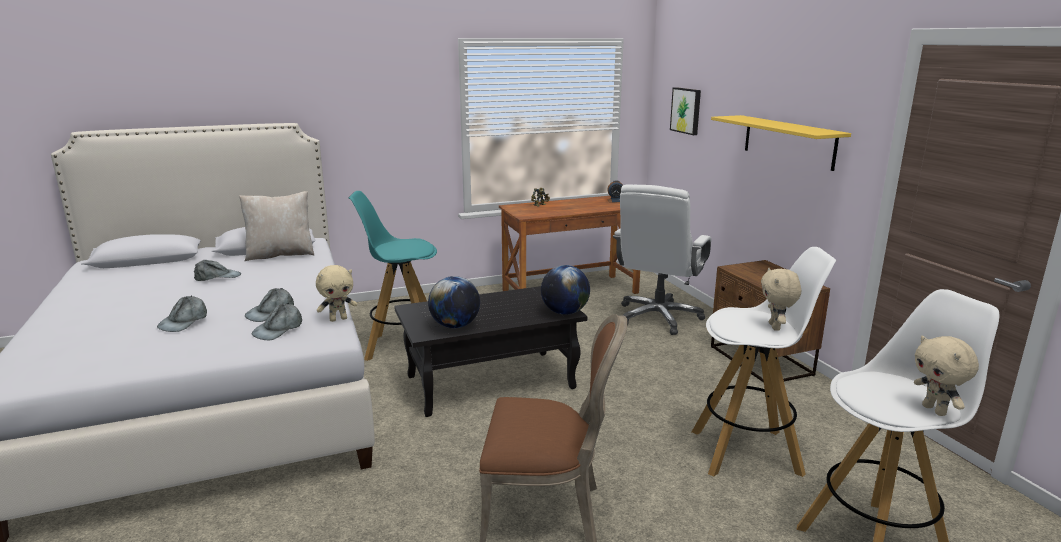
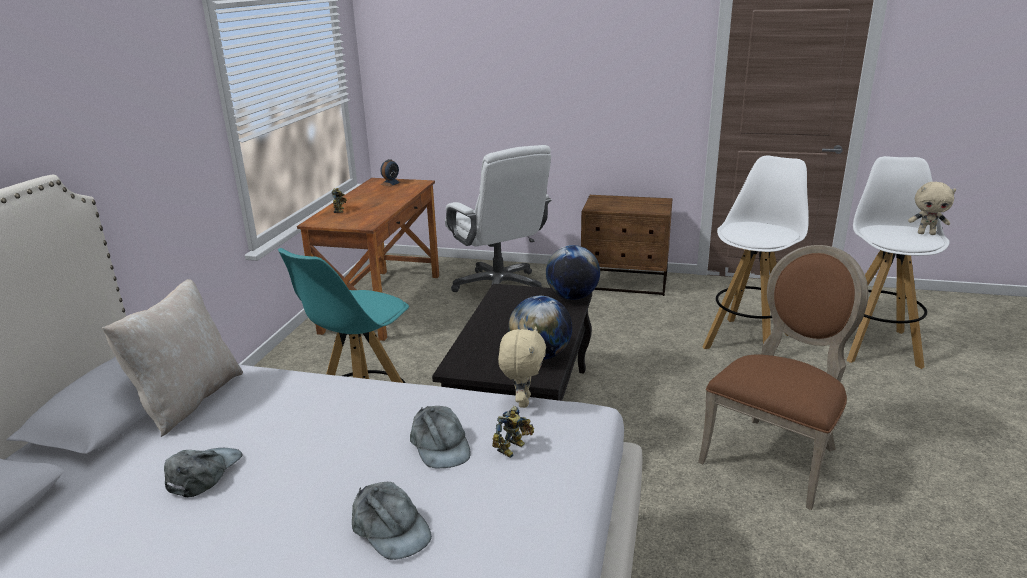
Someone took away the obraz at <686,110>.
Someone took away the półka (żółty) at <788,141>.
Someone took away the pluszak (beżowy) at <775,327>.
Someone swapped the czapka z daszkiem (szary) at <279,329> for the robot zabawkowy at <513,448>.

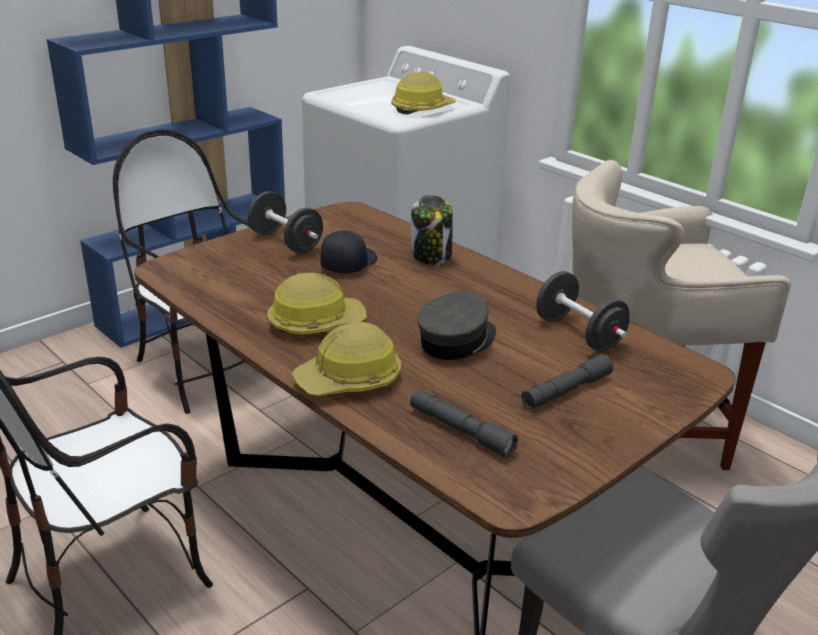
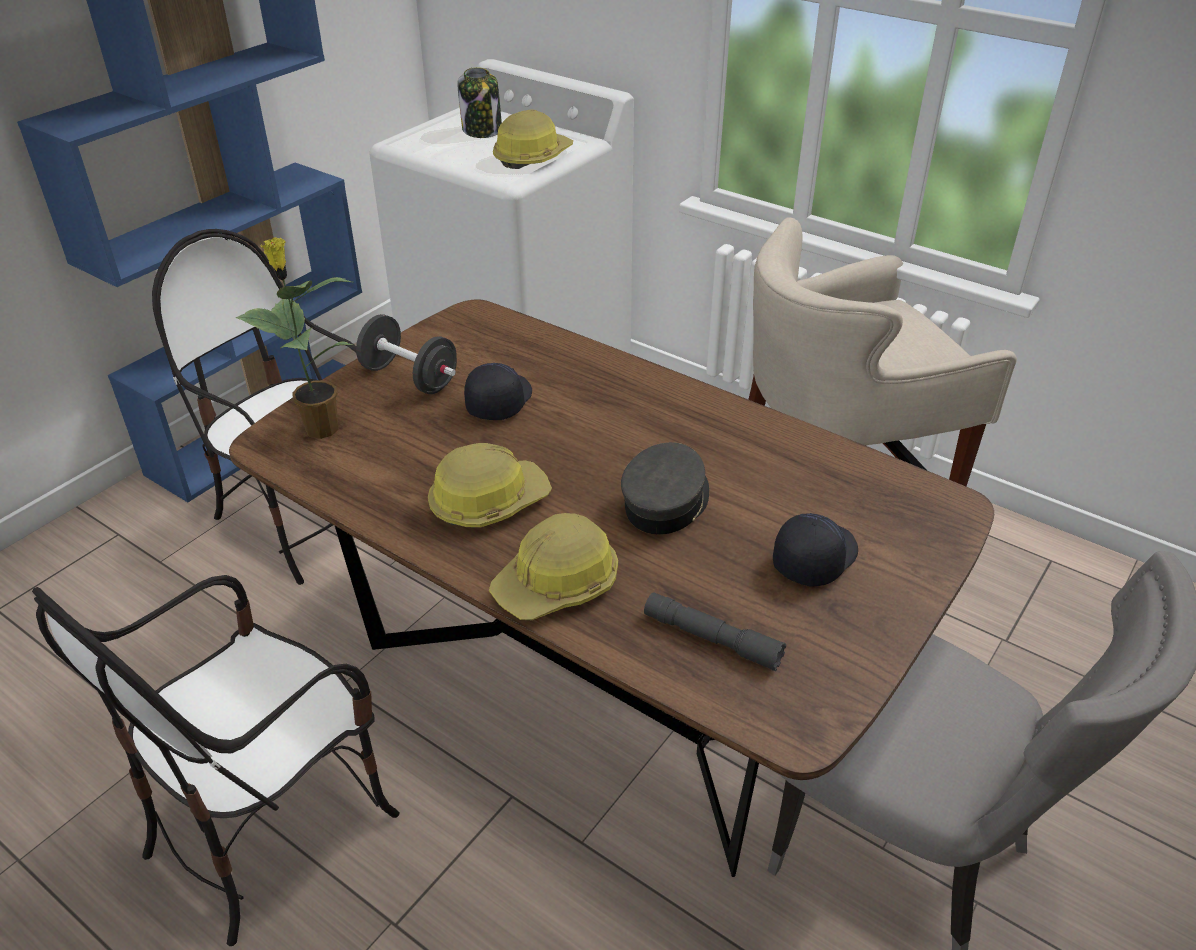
Someone carried the słoik from <431,255> to <482,130>.
Someone took away the hantel (czarny) at <578,333>.
Someone swapped the latarka (szary) at <566,390> for the czapka z daszkiem (czarny) at <813,558>.
Someone put down the roślina doniczkowa at <320,428>.

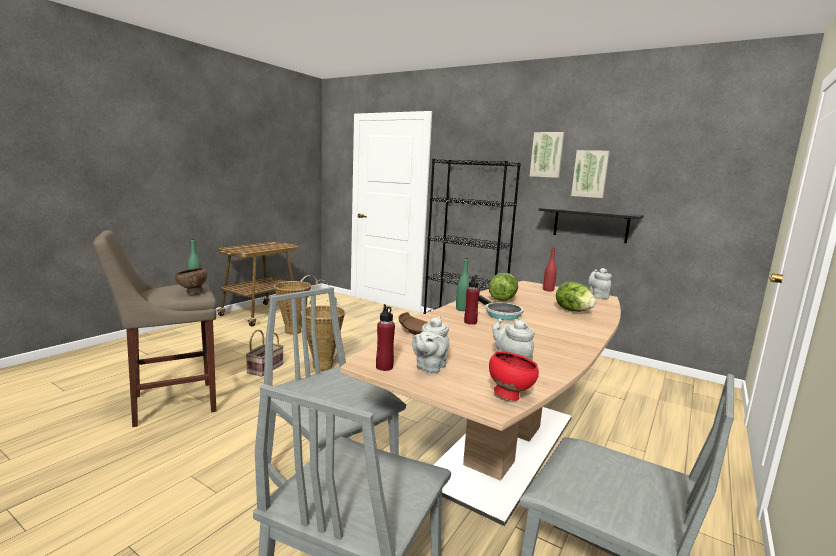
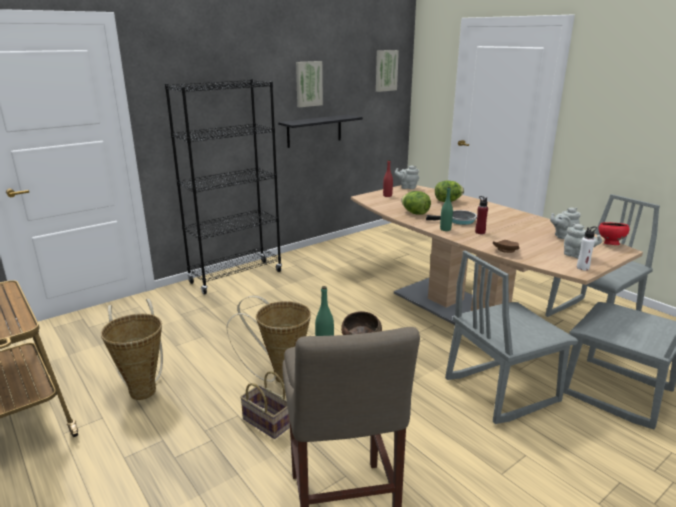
Someone carried the obraz from <547,155> to <385,70>.
Someone repainted the butelka (czerwony) at <384,367>, which became the butelka (biały) at <582,268>.

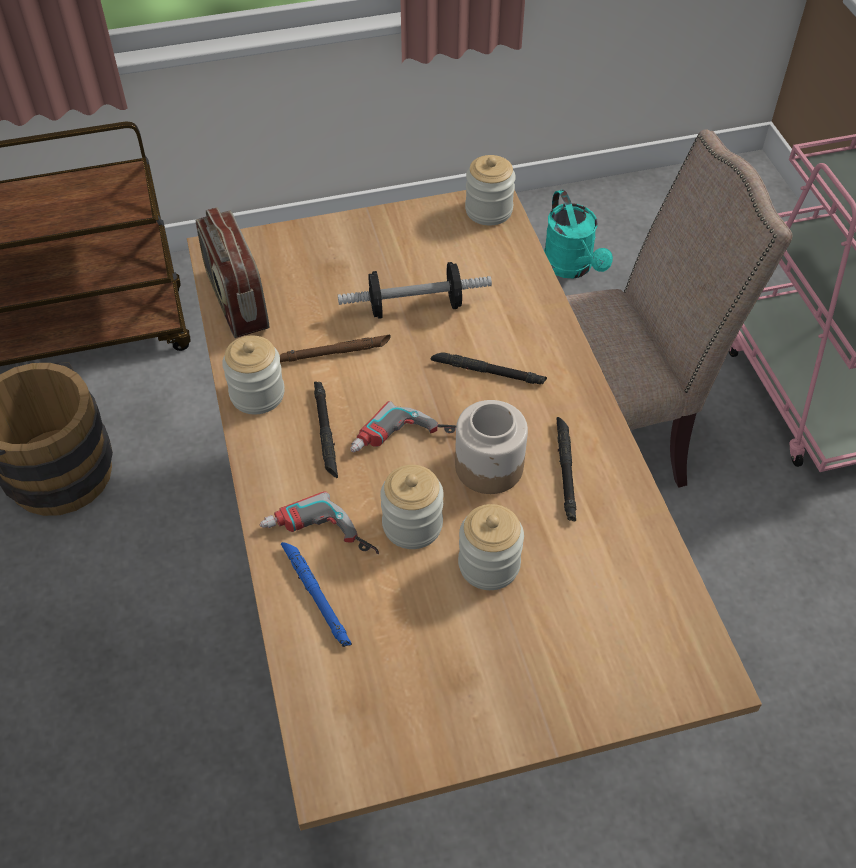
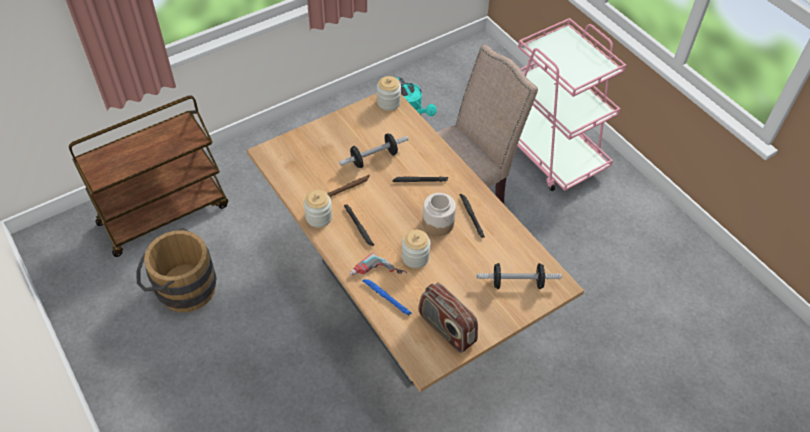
Someone carried the radio from <236,301> to <446,328>.
Someone took away the wiertarka at <406,443>.
Someone took away the słoik at <489,564>.
Someone put down the hantel at <517,283>.

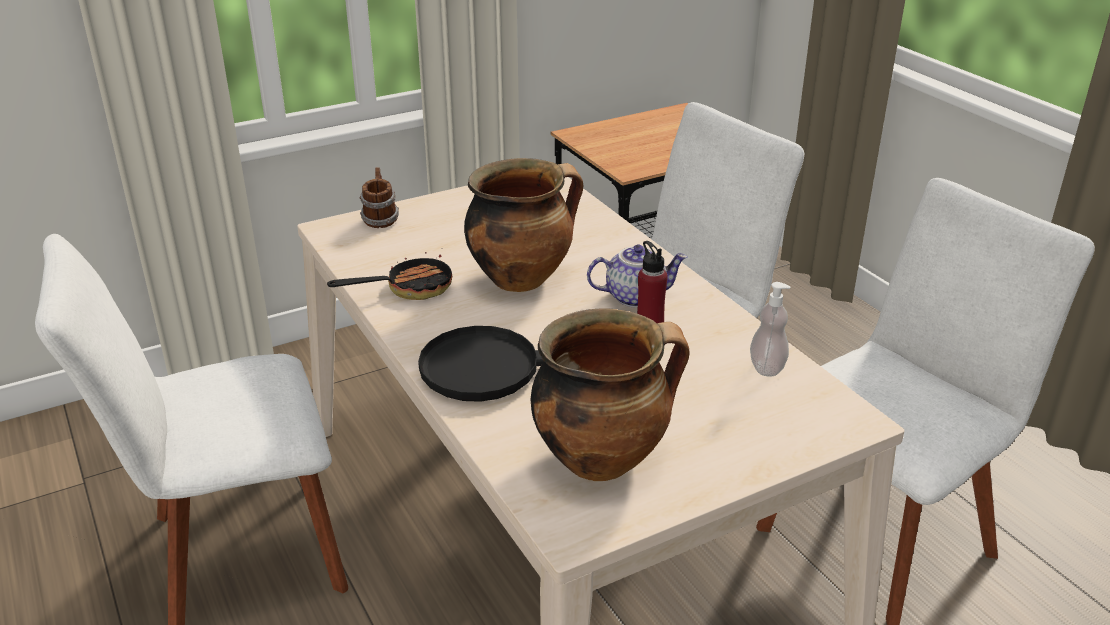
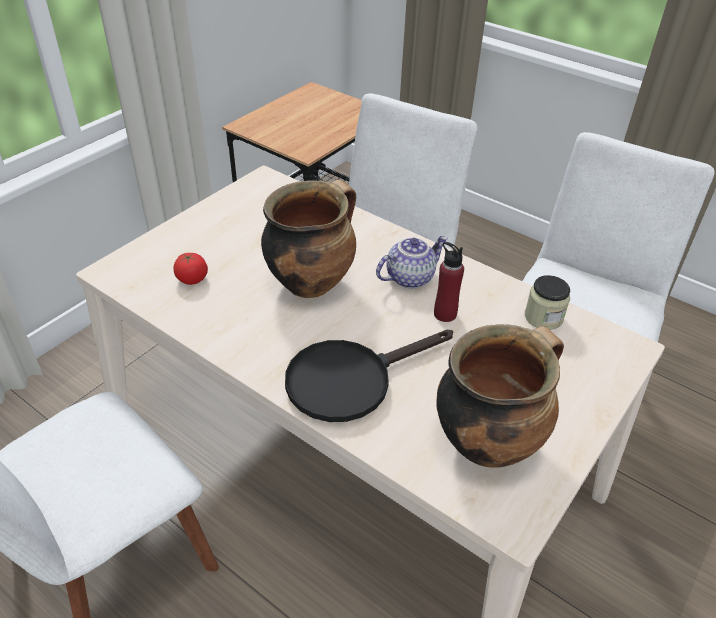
Someone took away the kubek at <380,220>.
Someone took away the patelnia at <409,288>.
Someone swapped the dozownik mydła at <767,367> for the słoik at <543,317>.
Someone put down the pomidor at <192,279>.

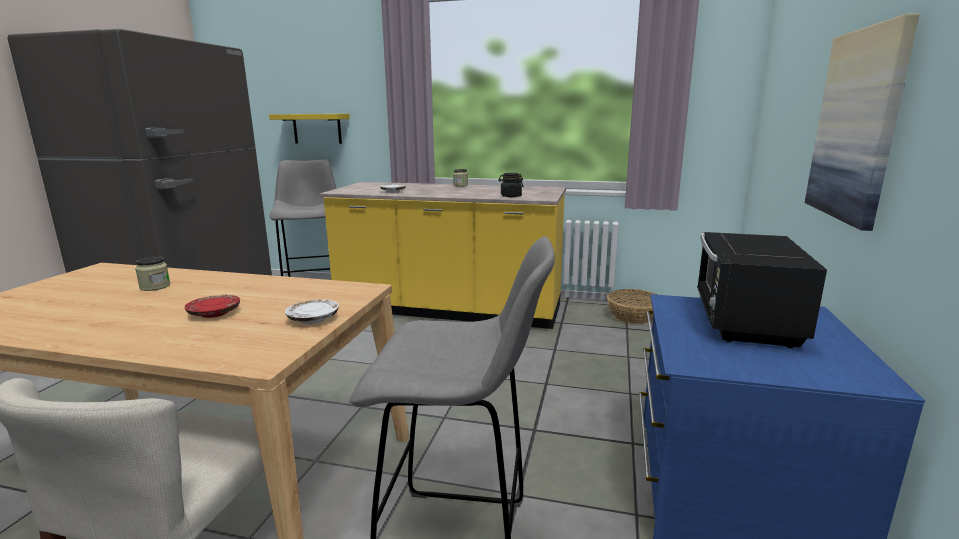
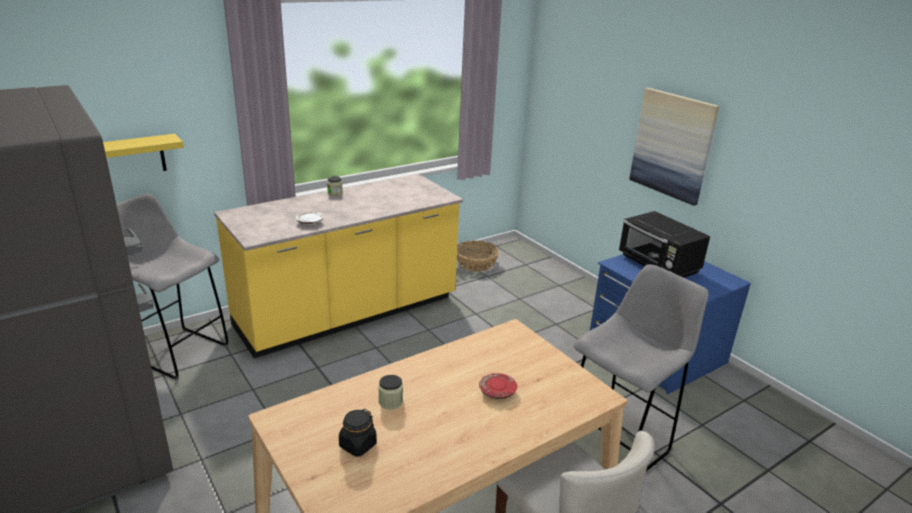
Someone carried the słoik (czarny) from <510,196> to <357,445>.
Someone took away the talerz (biały) at <313,319>.

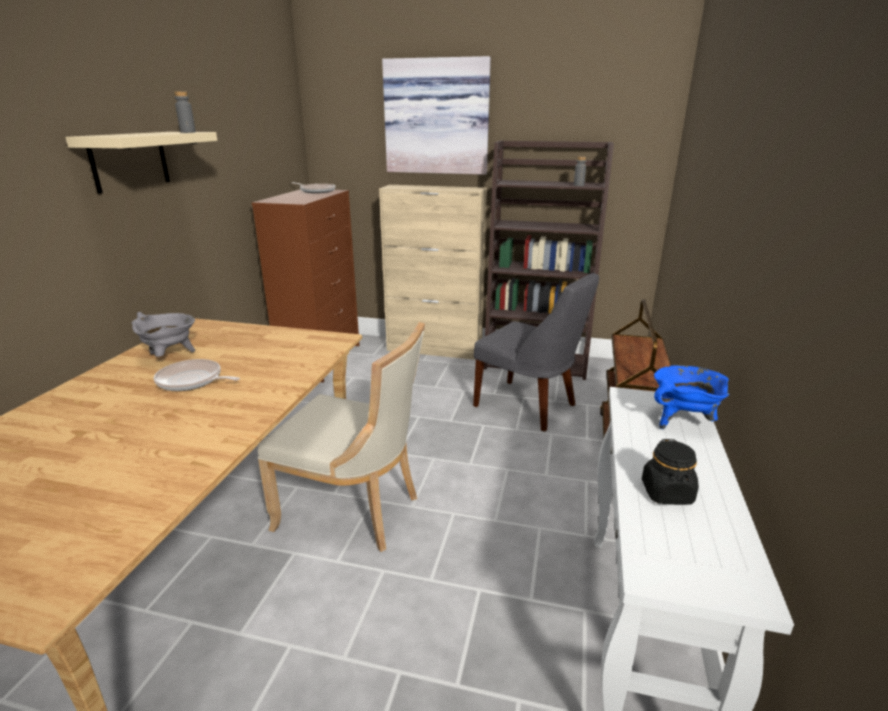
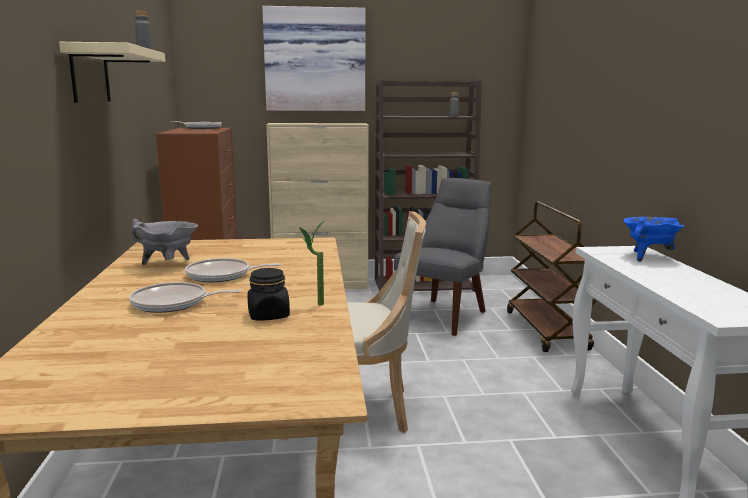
Someone rotated the krzesło (szary) at <529,406> by 75 degrees counterclockwise.
Someone carried the słoik (czarny) from <667,493> to <269,315>.
Someone put down the roślina doniczkowa at <314,304>.
Someone put down the patelnia at <173,303>.

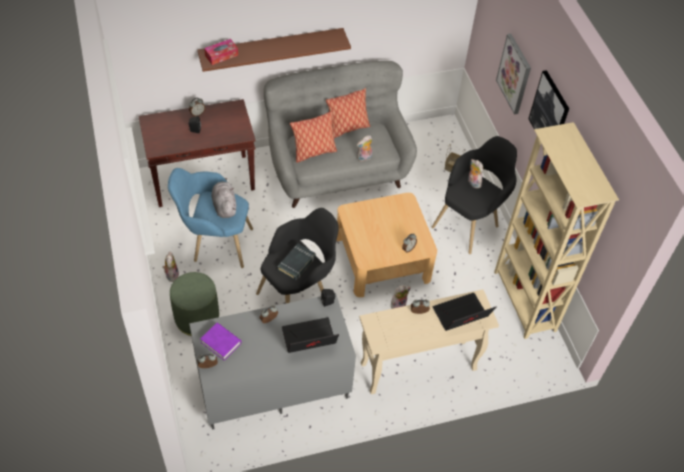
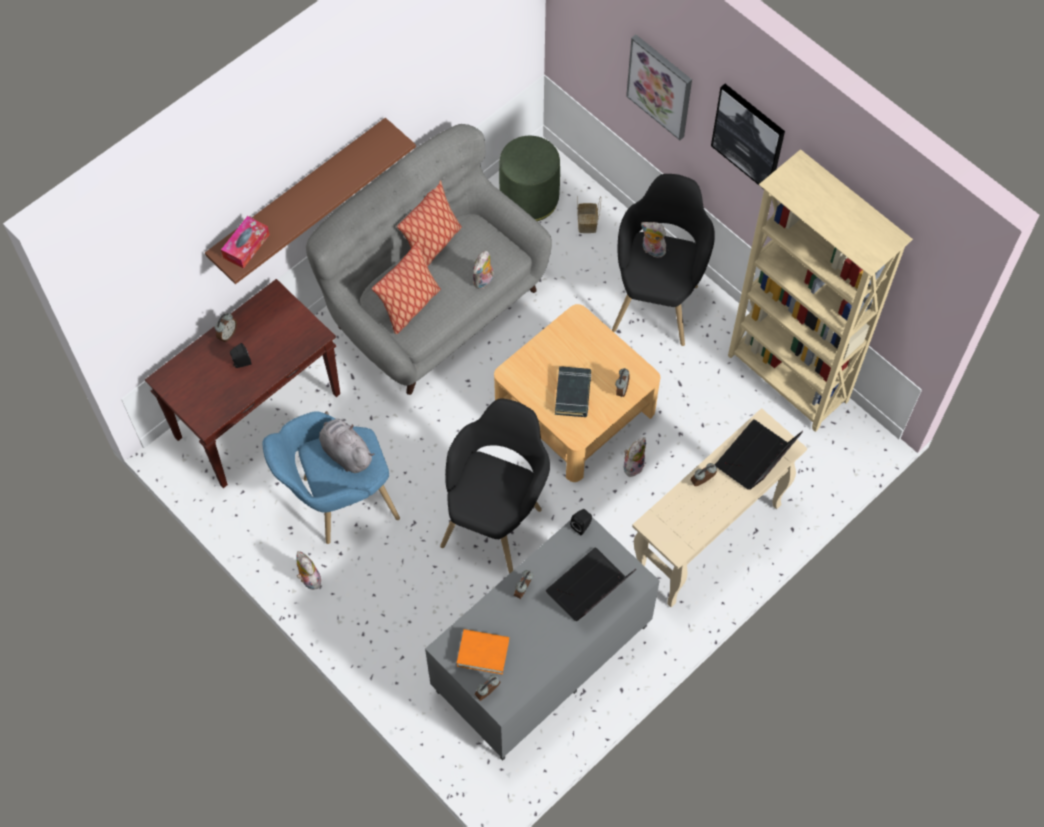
Someone carried the książka (czarny) from <297,263> to <573,394>.
Someone carried the pufa (zielony) from <197,317> to <529,198>.
Someone repainted the książka (fioletowy) at <221,343>, which became the książka (pomarańczowy) at <483,653>.

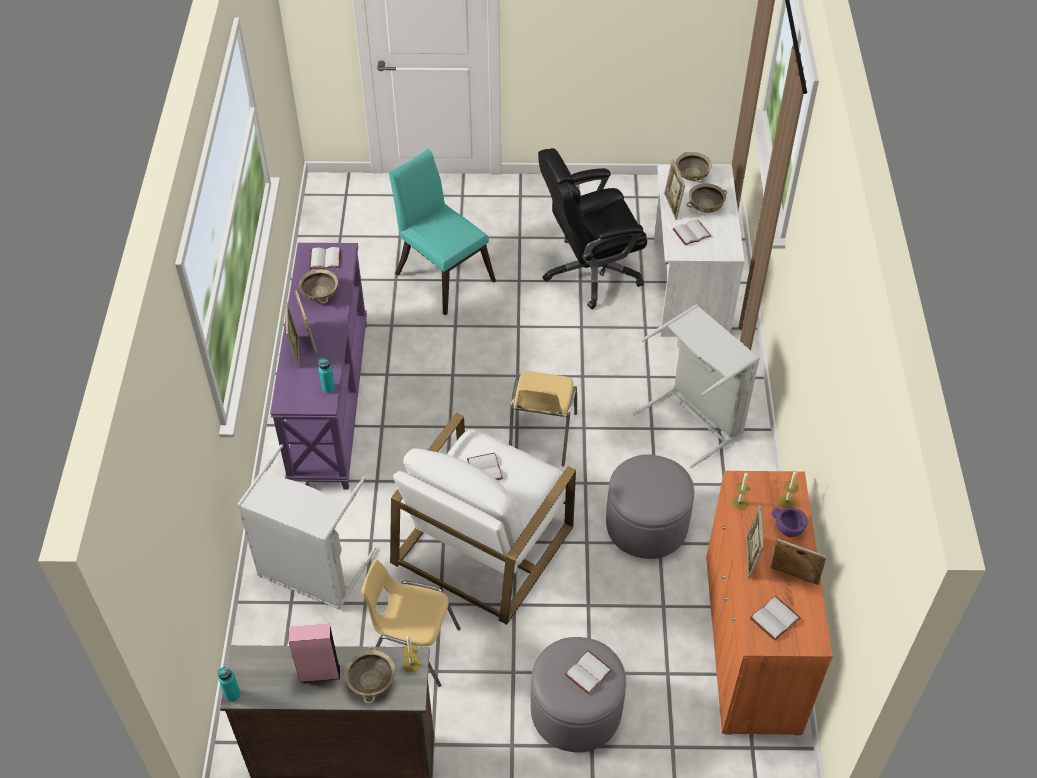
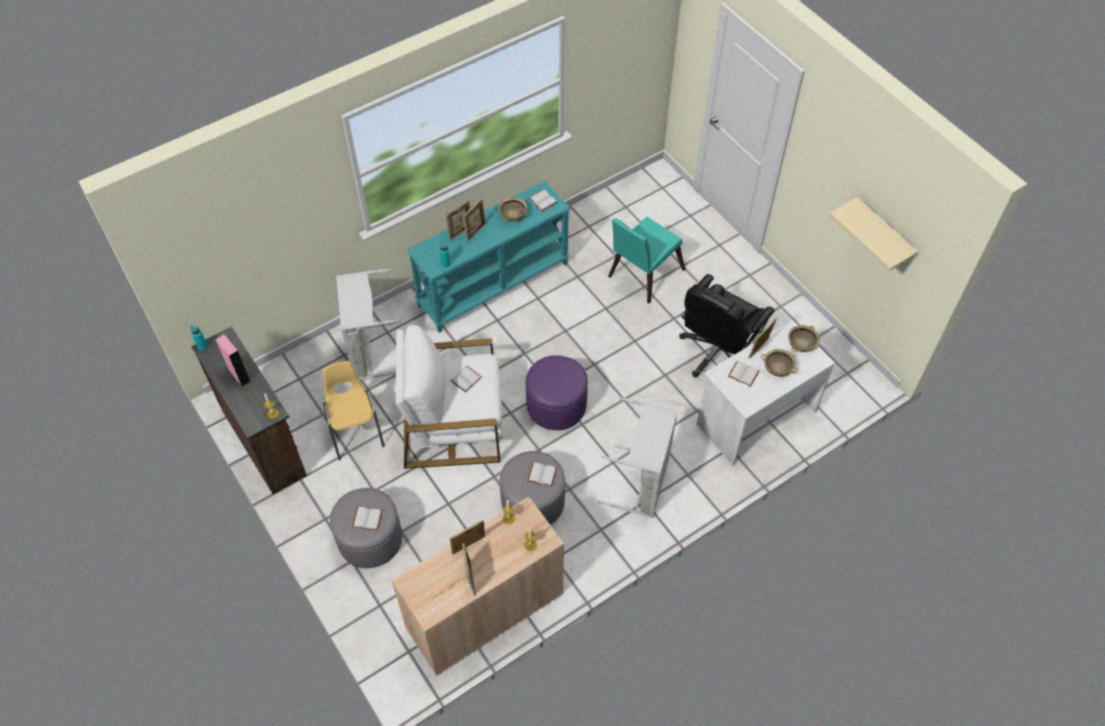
Someone rotated the krzesło biurowe (czarny) at <590,272> by 90 degrees counterclockwise.
Someone rotated the krzesło (turkusowy) at <442,273> by 150 degrees counterclockwise.
Someone repainted the stolik konsolowy (fioletowy) at <328,402>, which became the stolik konsolowy (turkusowy) at <493,283>.
Someone swapped the krzesło (żółty) at <541,436> for the pufa (fioletowy) at <556,405>.
Someone repainted the szafka (pomarańczowy) at <751,644>, which became the szafka (beżowy) at <485,611>.
Someone took away the miska (fioletowy) at <789,528>.
Someone carried the książka (biały) from <775,620> to <541,475>.
Someone took away the miska (beżowy) at <371,681>.
Someone put up the półka (beżowy) at <883,233>.

